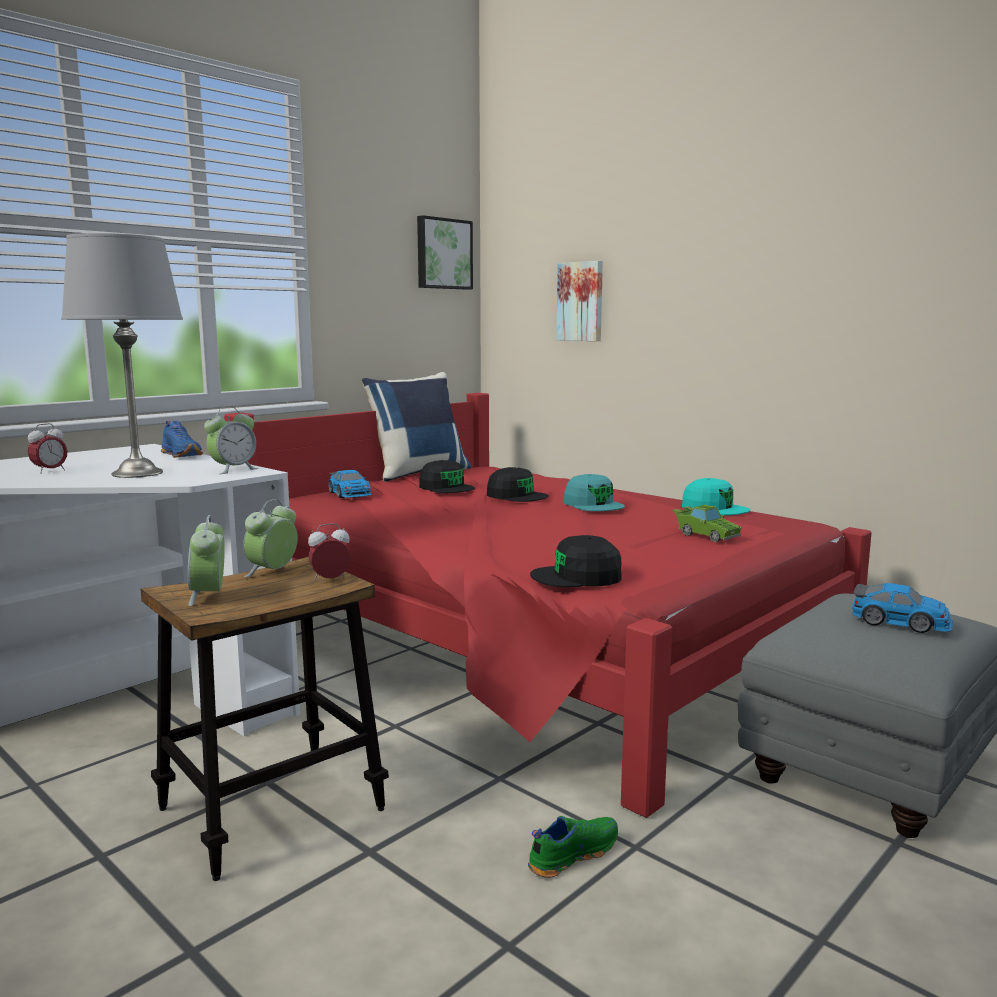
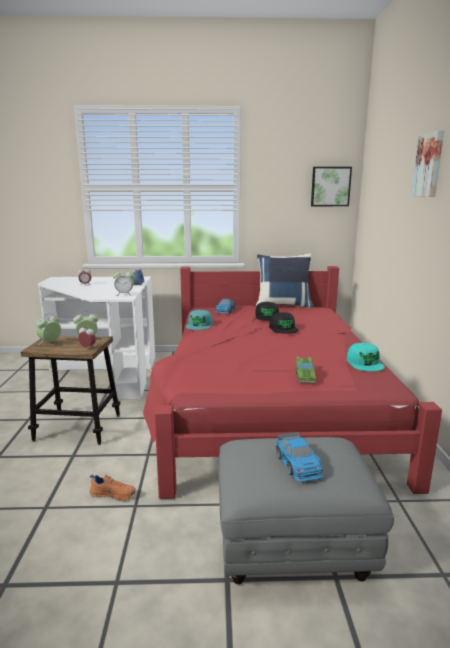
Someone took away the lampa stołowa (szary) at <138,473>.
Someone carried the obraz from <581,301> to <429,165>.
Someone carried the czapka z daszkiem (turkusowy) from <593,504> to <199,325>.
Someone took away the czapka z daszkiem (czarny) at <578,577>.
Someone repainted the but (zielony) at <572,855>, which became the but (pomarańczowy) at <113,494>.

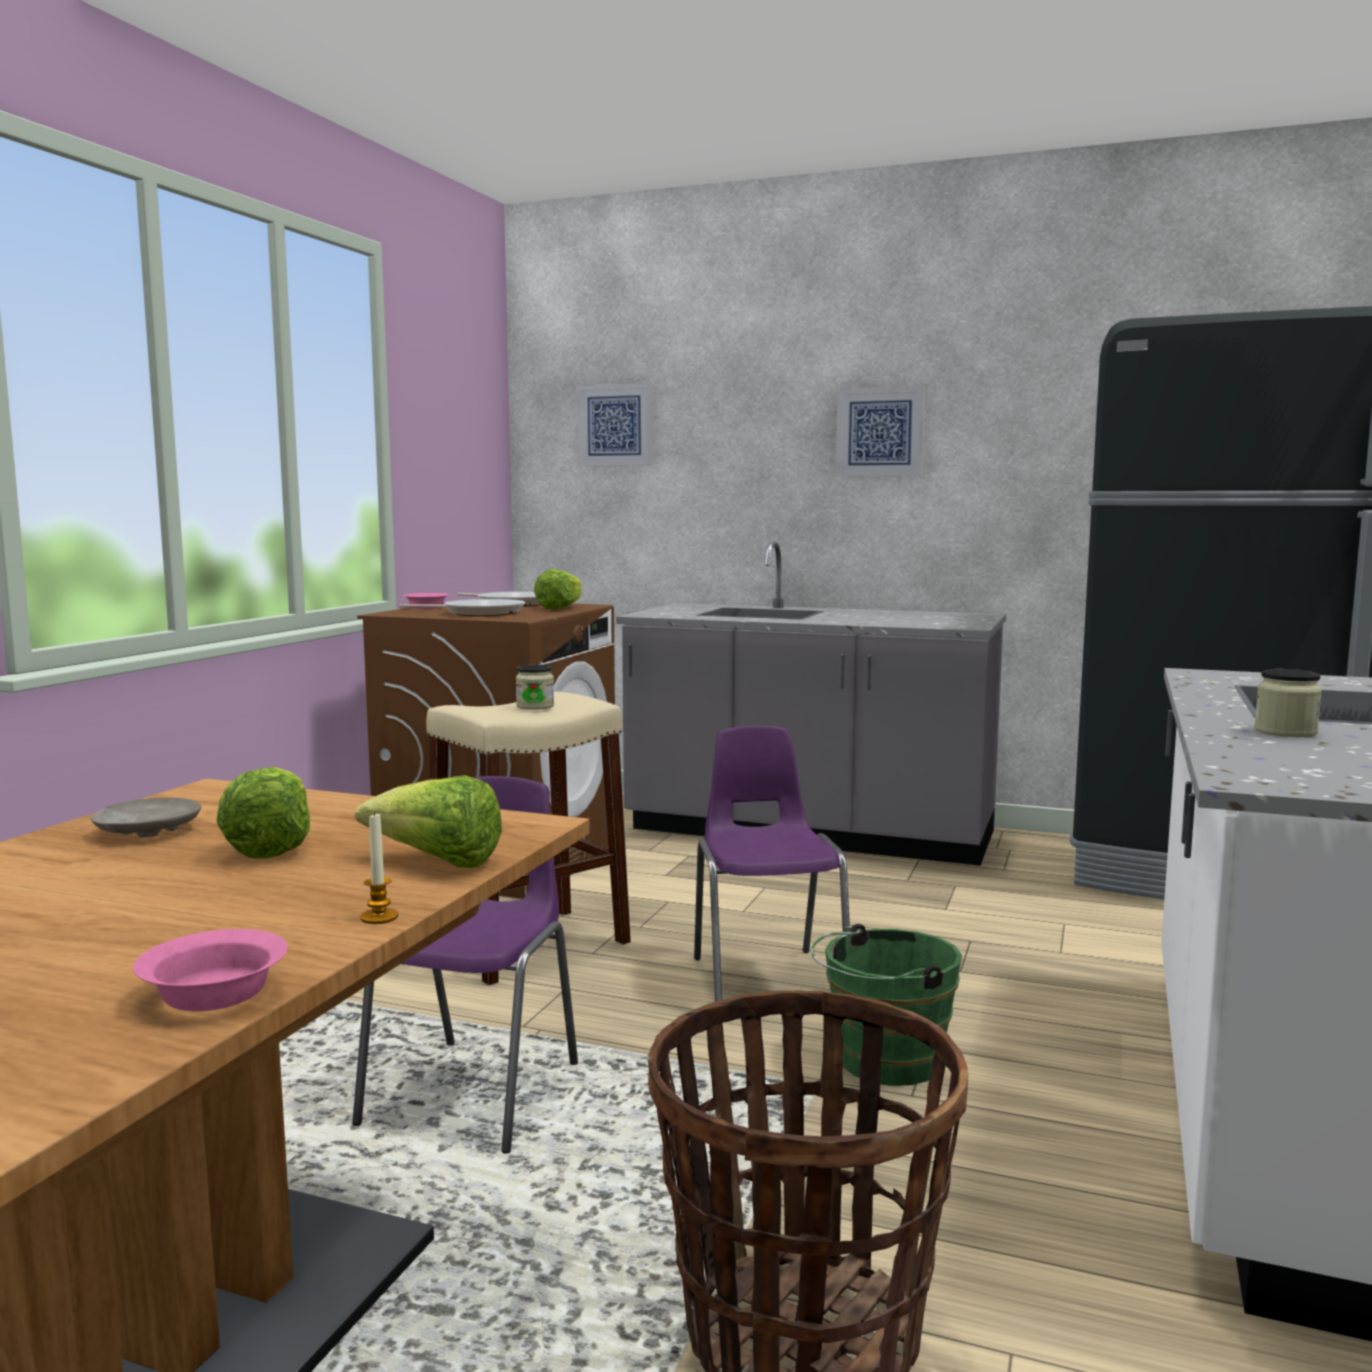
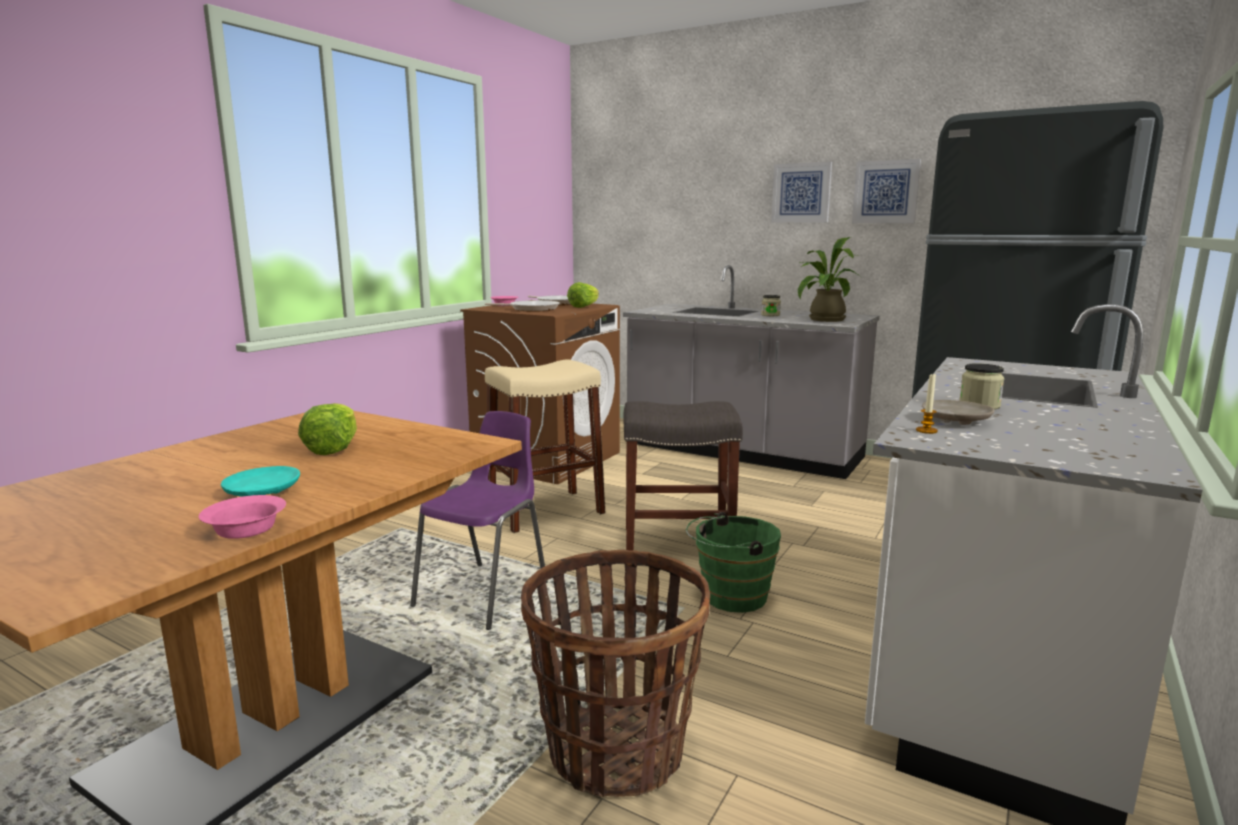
Someone carried the obraz from <615,425> to <886,192>.
Someone carried the słoik from <535,706> to <770,315>.
Someone swapped the krzesło (fioletowy) at <767,980> for the stołek (szary) at <679,542>.
Someone took away the sałata at <438,863>.
Someone carried the talerz (beżowy) from <147,831> to <955,421>.
Someone carried the świeca from <379,917> to <926,431>.
Someone put down the roślina doniczkowa at <823,320>.
Someone put down the talerz (turkusowy) at <262,492>.

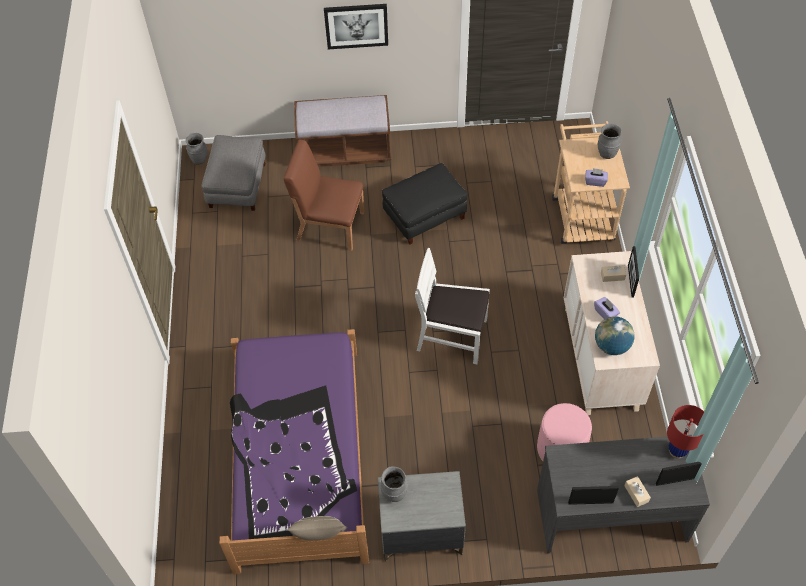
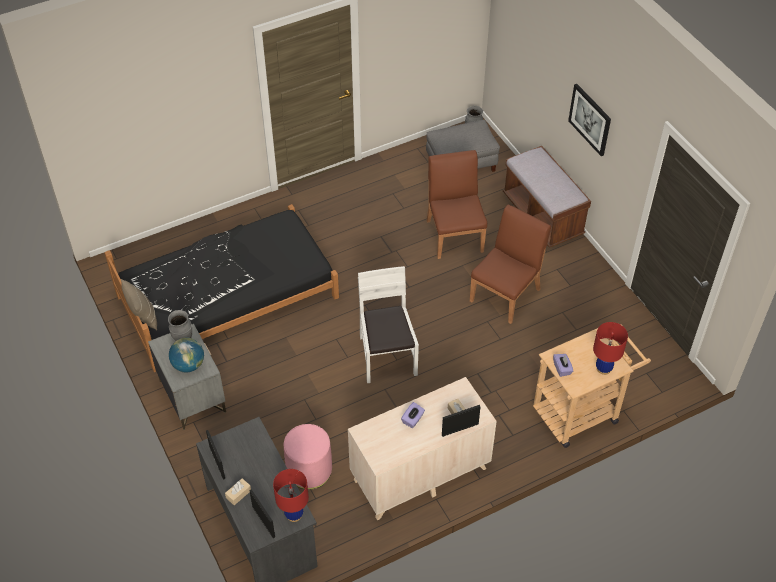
Someone swapped the wazon (szary) at <606,154> for the lampa stołowa (czerwony) at <603,368>.
Someone swapped the pufa (czarny) at <424,215> for the krzesło (brązowy) at <506,294>.
Someone carried the globus from <611,346> to <188,365>.
Someone repainted the łóżko (fioletowy) at <299,455>, which became the łóżko (czarny) at <227,296>.

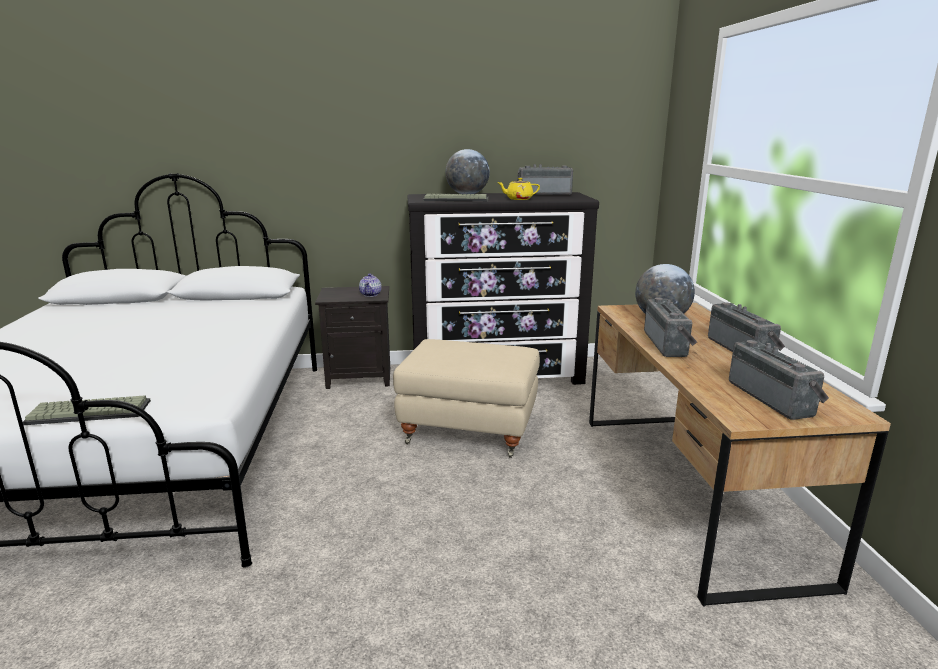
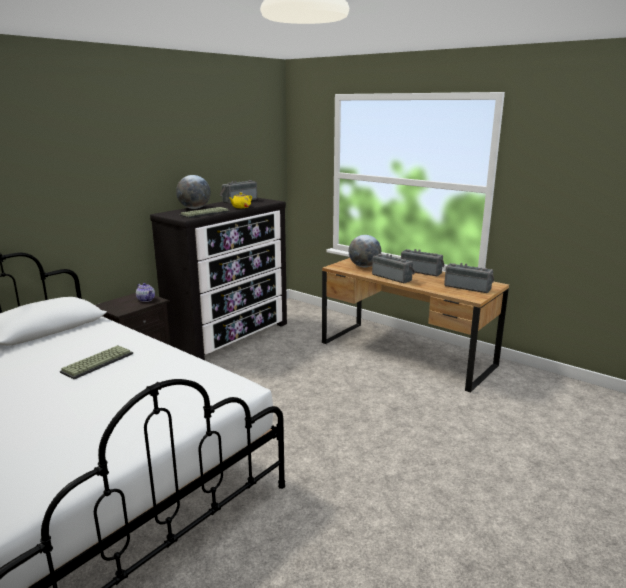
Someone took away the pufa (beżowy) at <470,430>.
Someone carried the klawiatura from <91,411> to <97,362>.

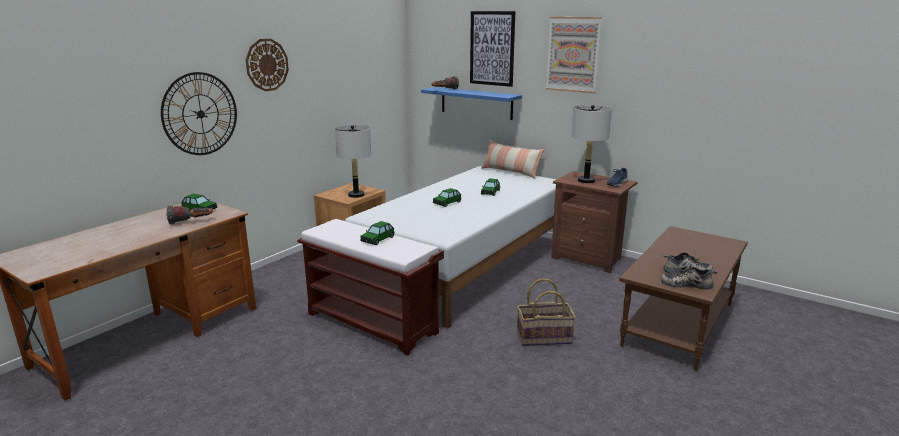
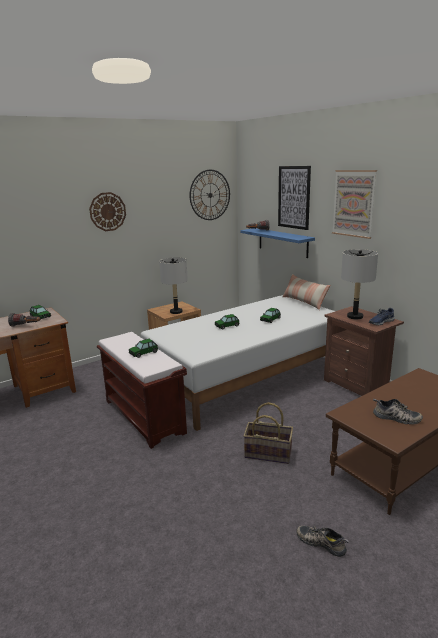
Someone carried the zegar ścienny from <200,114> to <210,195>.
Someone carried the but from <686,284> to <322,542>.

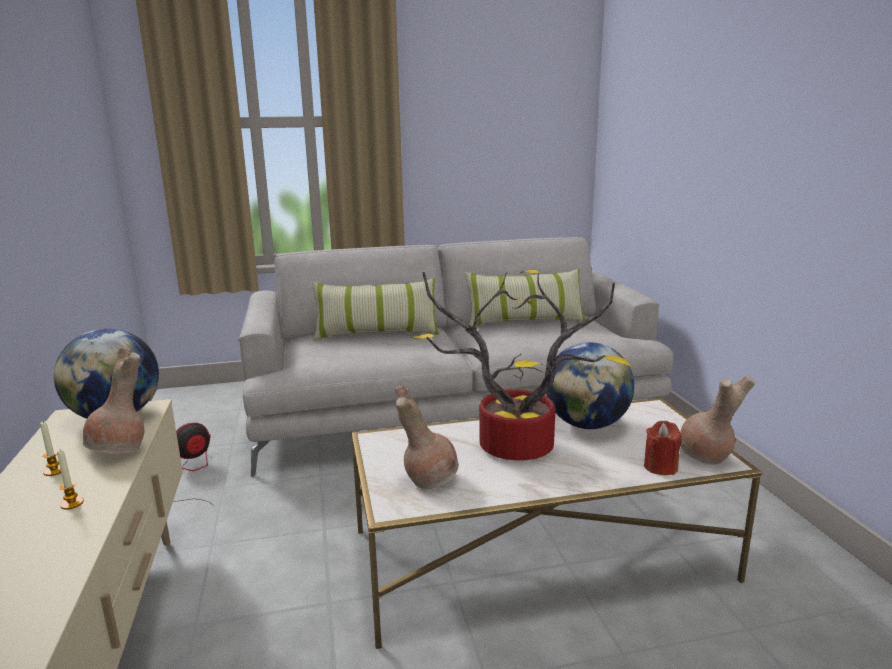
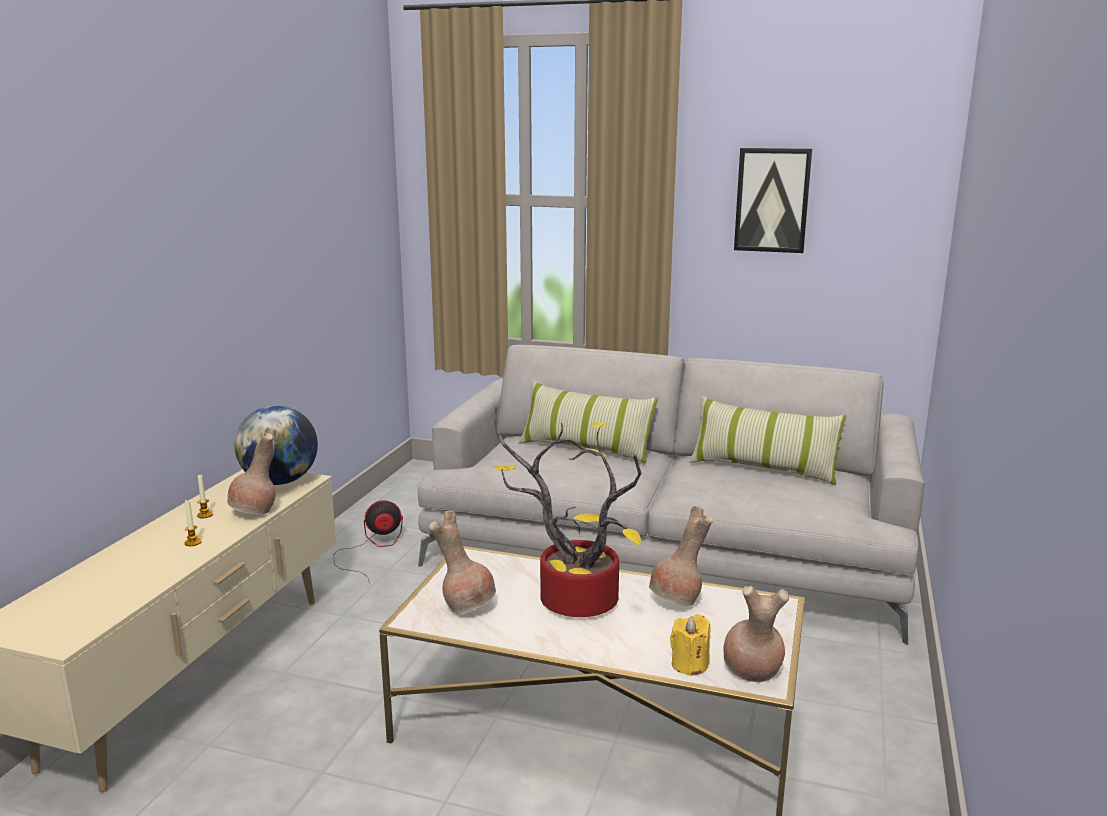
Someone swapped the globus at <586,424> for the wazon (brązowy) at <677,601>.
Someone repainted the świeca (czerwony) at <660,467>, which became the świeca (żółty) at <689,665>.
Someone put up the obraz at <772,200>.

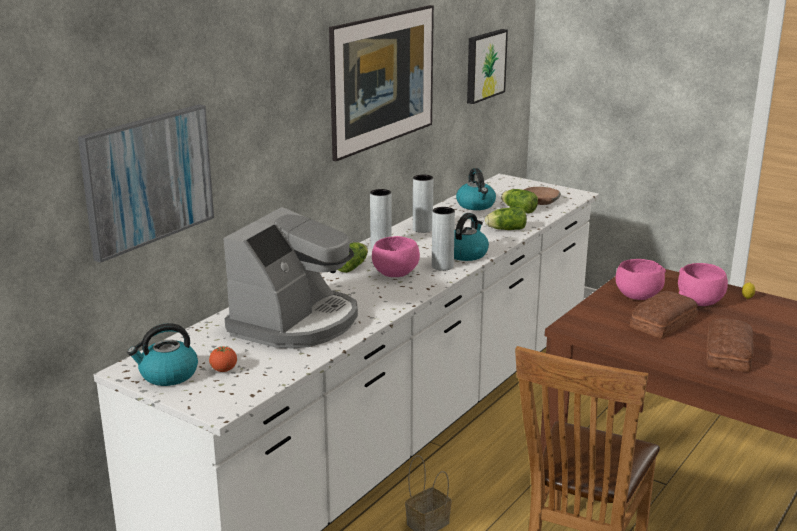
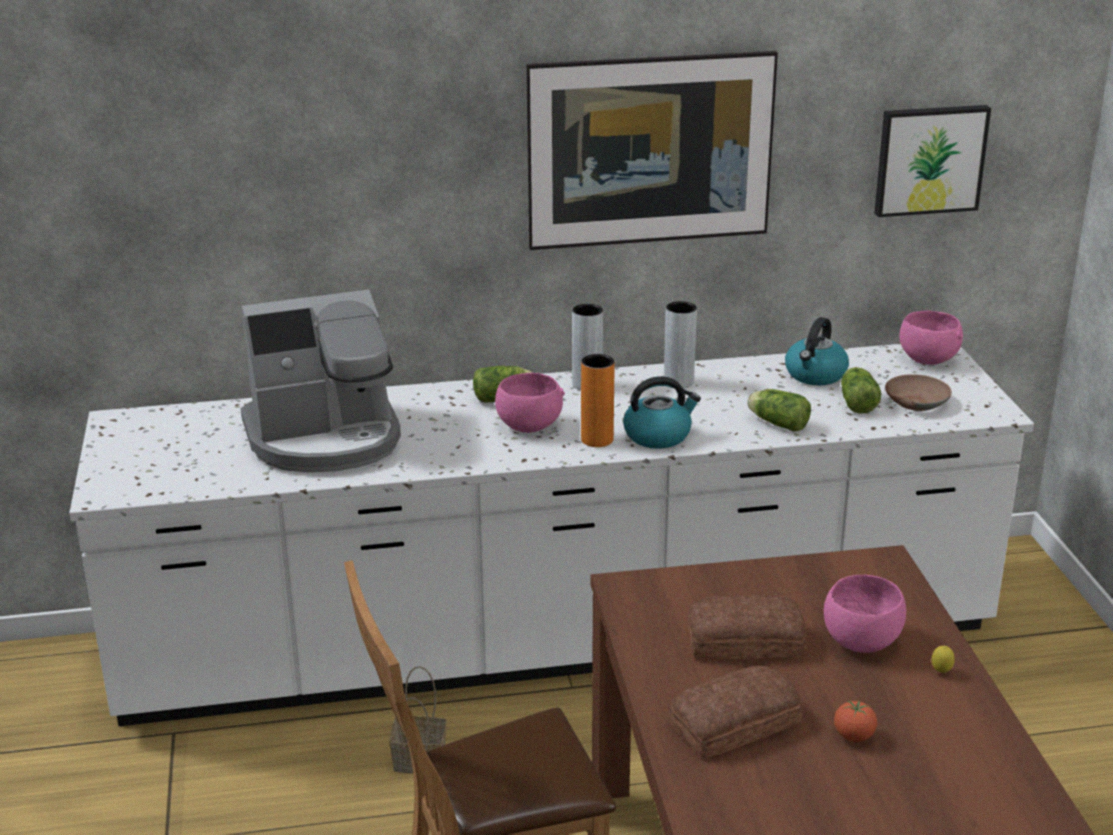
Someone took away the obraz at <147,179>.
Someone repainted the wazon (szary) at <442,266>, which became the wazon (pomarańczowy) at <597,440>.
Someone carried the miska (różowy) from <637,296> to <927,359>.
Someone took away the czajnik at <167,375>.
Someone carried the pomidor from <224,370> to <853,736>.

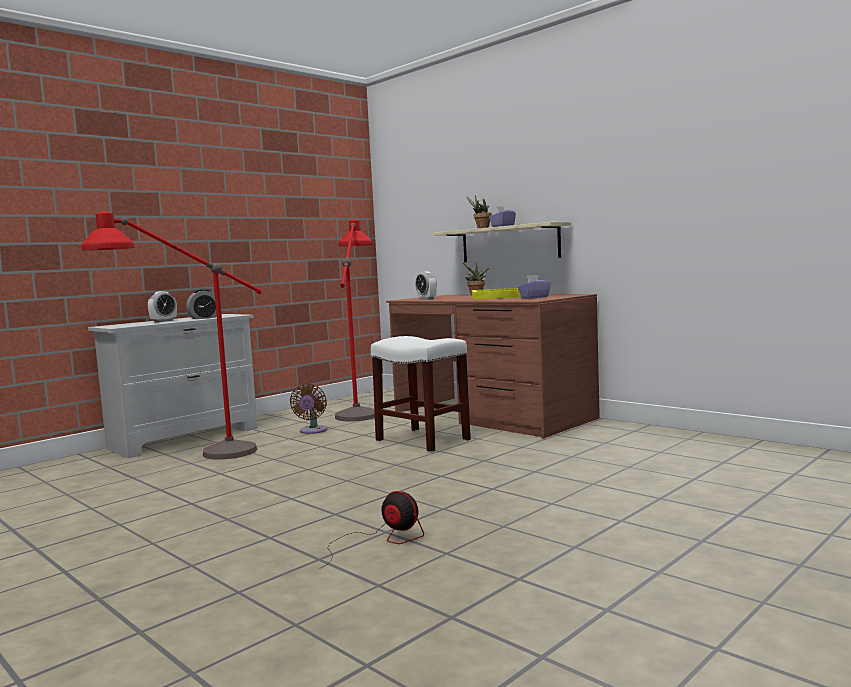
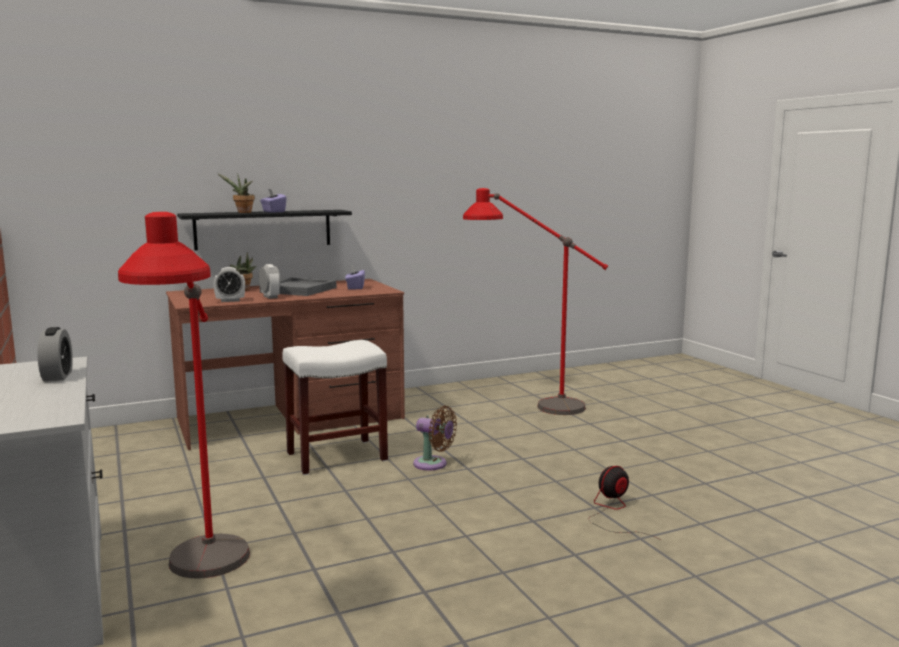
Someone carried the lampa stojąca (czerwony) from <360,409> to <528,403>.
Someone repainted the półka (beżowy) at <509,243>, which became the półka (czarny) at <263,229>.
Someone repainted the taca (żółty) at <498,297>, which became the taca (szary) at <299,290>.
Someone carried the budzik from <163,321> to <270,297>.
Someone carried the wentylator (brązowy) from <312,431> to <433,464>.

